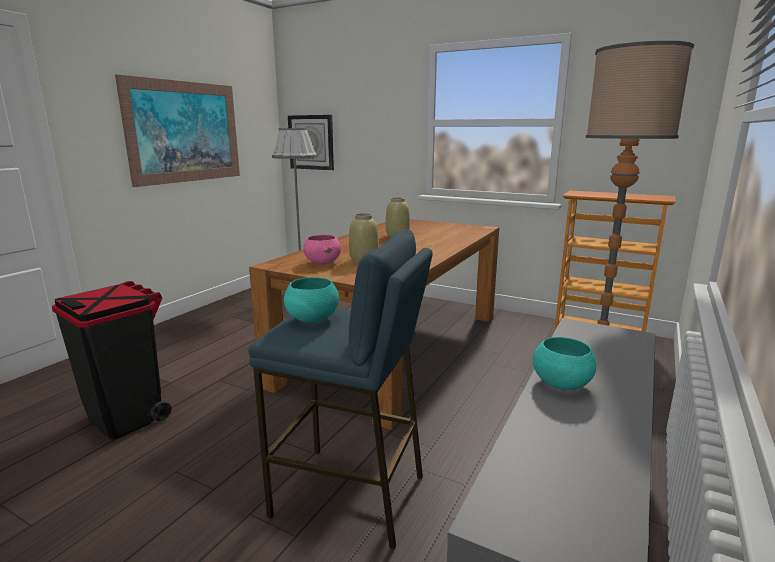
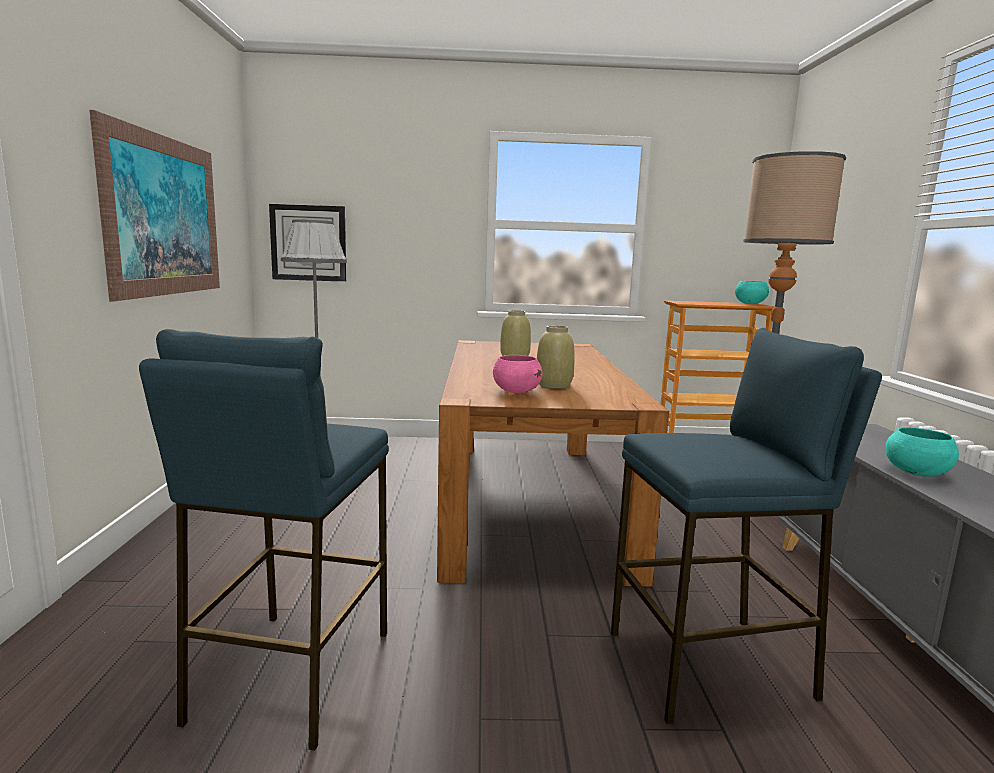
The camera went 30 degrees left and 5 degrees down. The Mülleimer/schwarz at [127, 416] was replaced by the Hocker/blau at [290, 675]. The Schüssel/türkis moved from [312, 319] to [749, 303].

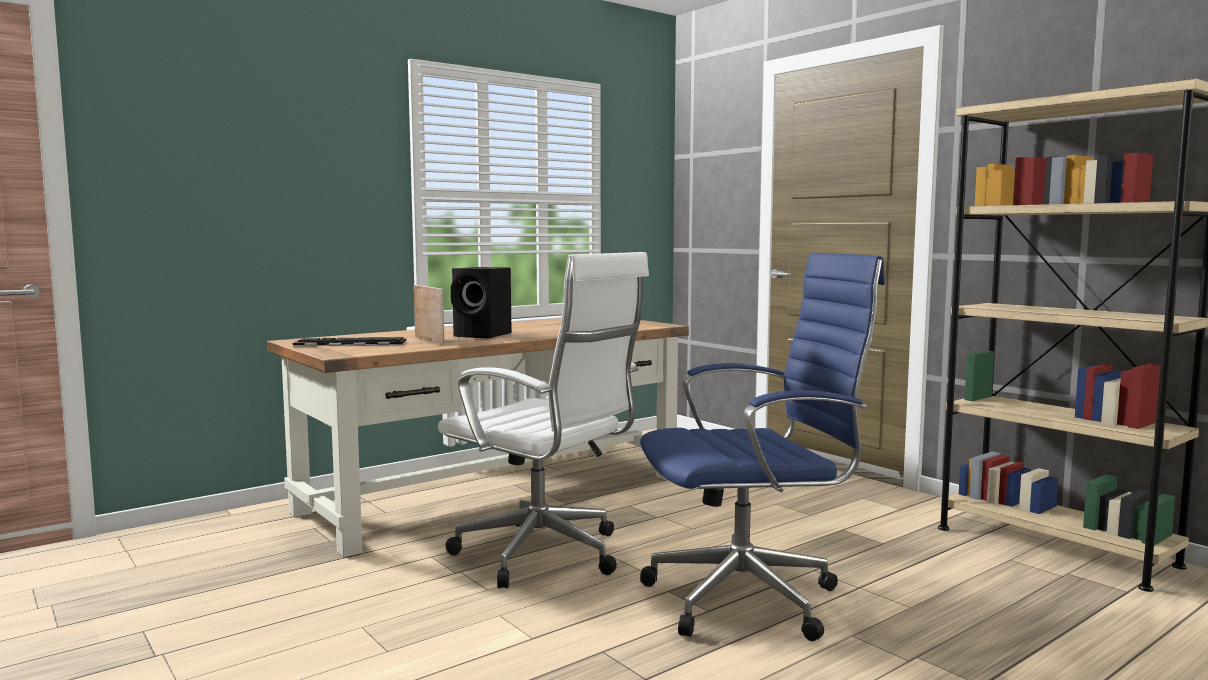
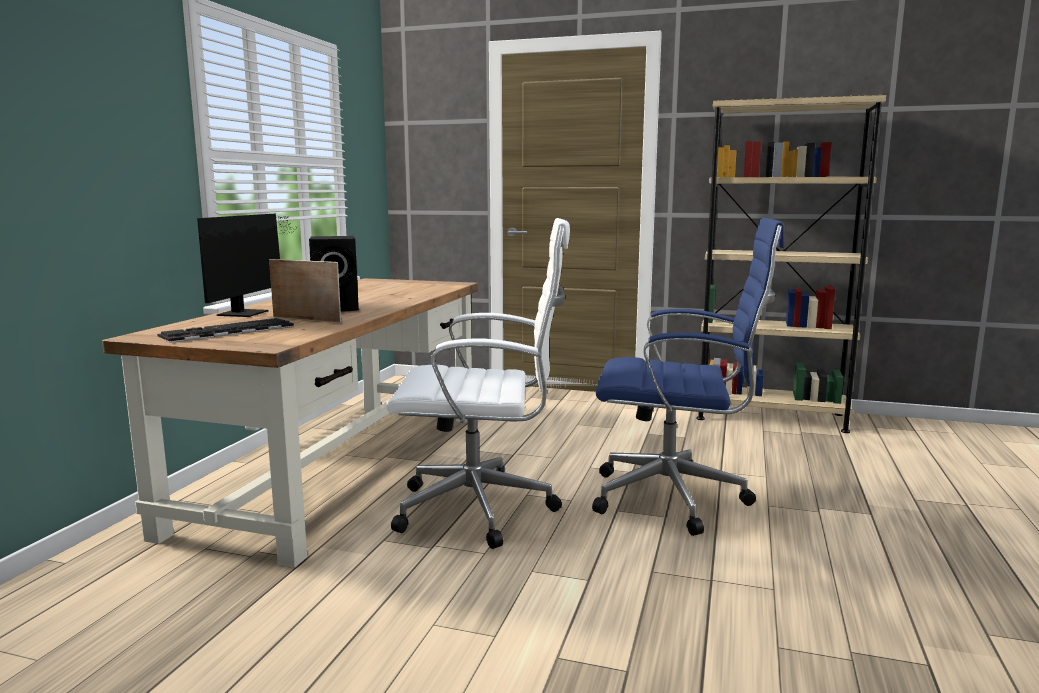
The camera went 35 degrees left and 5 degrees up. The Monitor at [248, 312] appeared. The Bürostuhl/blau at [751, 598] turned 60 degrees clockwise.

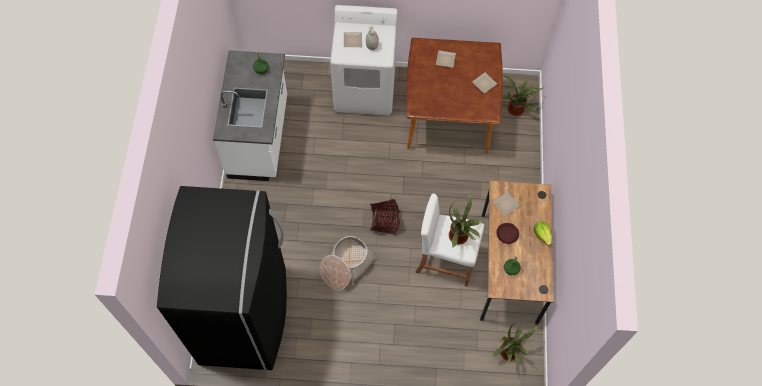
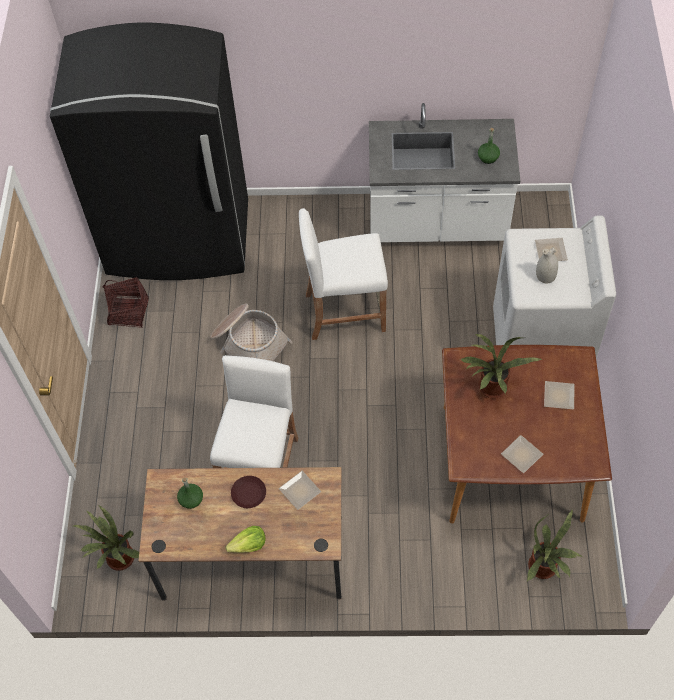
The camera went 90 degrees right and 5 degrees down. The Korb moved from [384, 222] to [128, 312]. The Hocker/weiß at [345, 312] appeared. The Topfpflanze moved from [460, 236] to [492, 389].

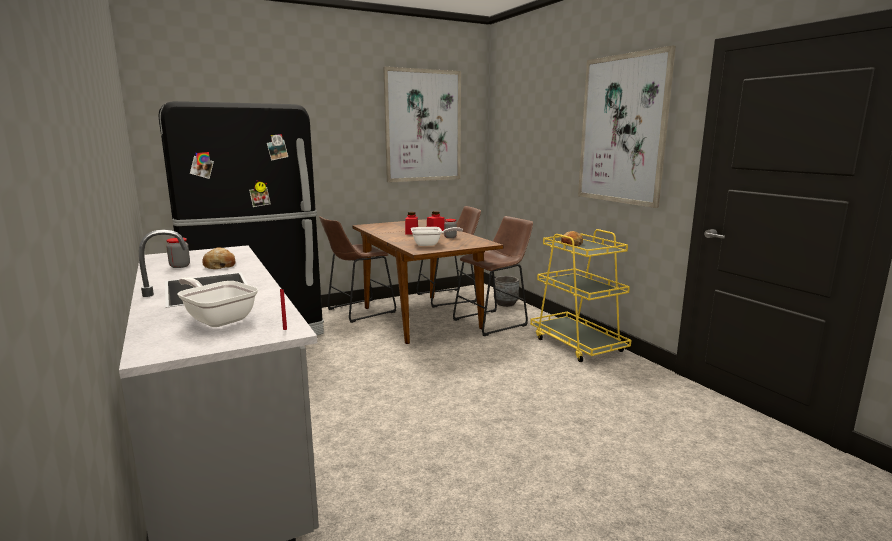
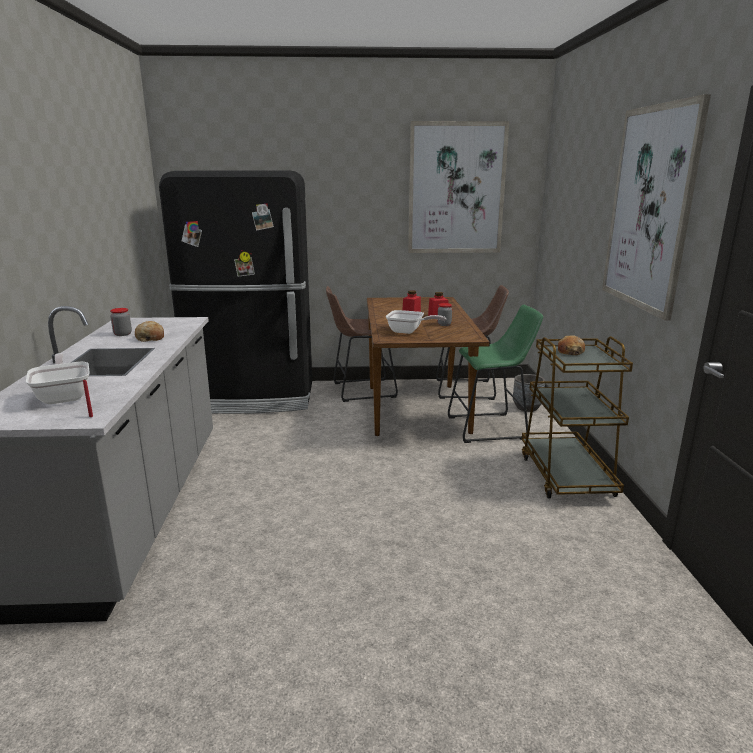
The camera went 25 degrees right and 5 degrees up. The Hocker/braun at [493, 322] became the Hocker/grün at [491, 428]. The Rollwagen/gelb at [577, 344] became the Rollwagen/braun at [566, 475].

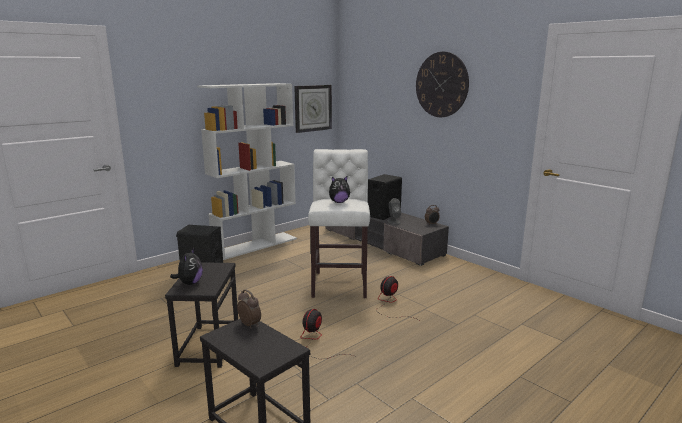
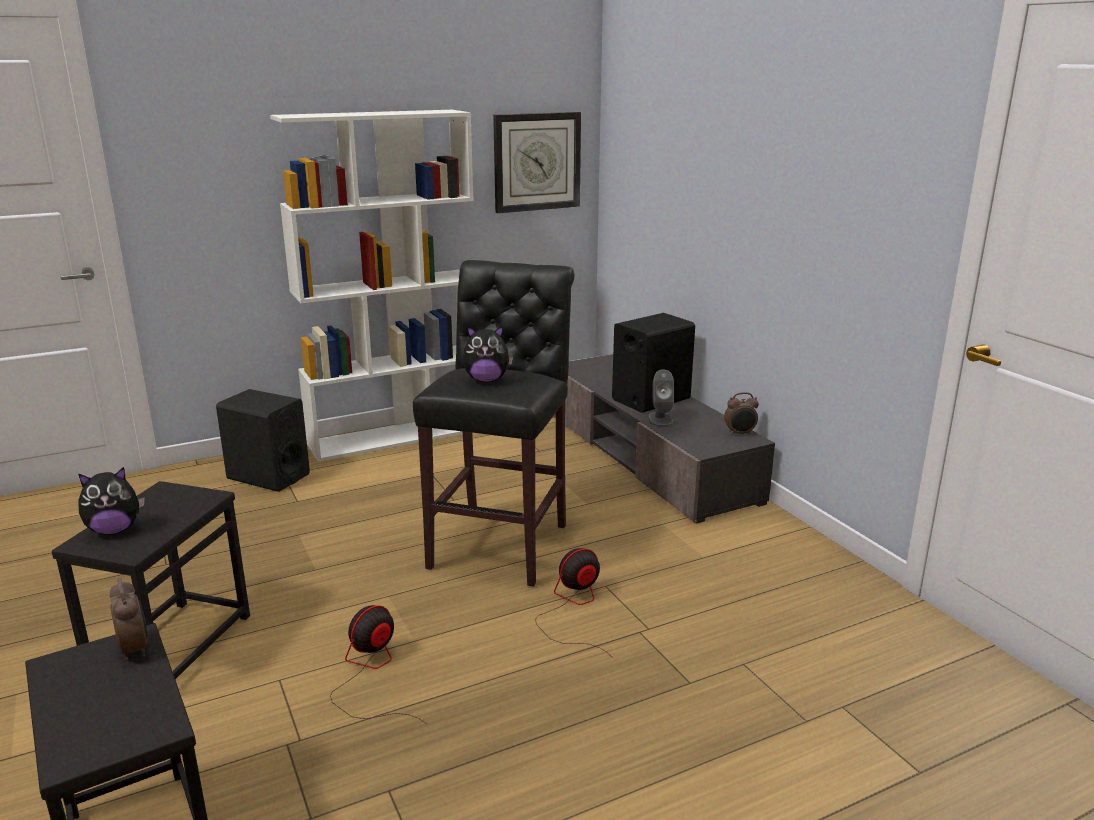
The camera went 15 degrees right and 5 degrees up. The Plüschtier at [190, 283] turned 45 degrees clockwise. The Hocker/weiß at [340, 283] became the Hocker/schwarz at [503, 542]. The Wanduhr at [441, 85] disappeared.

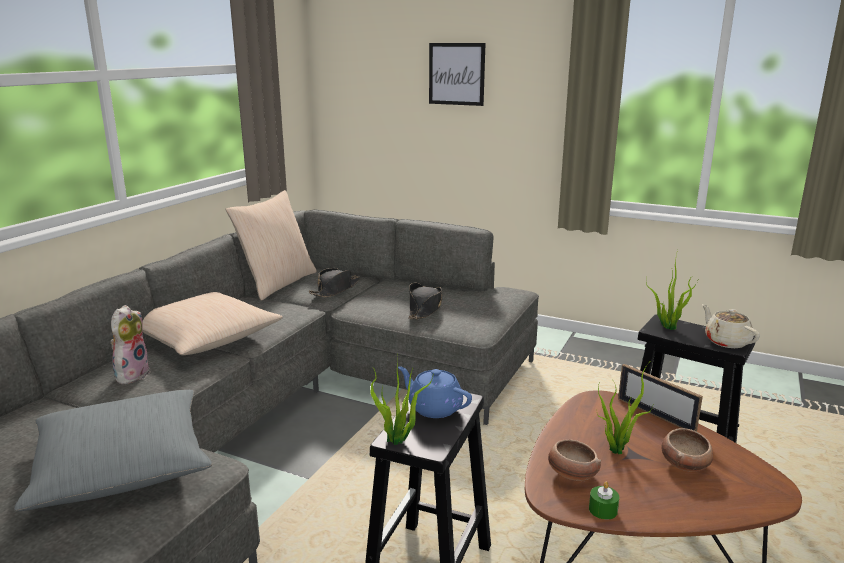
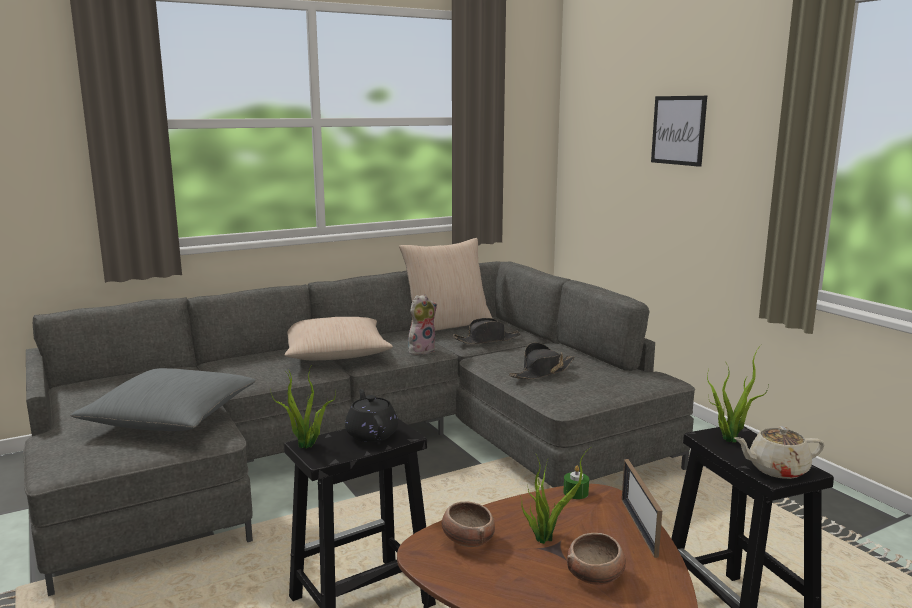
The camera went 35 degrees right and 5 degrees down. The Teekanne/blau at [434, 408] became the Teekanne/schwarz at [371, 434]. The Plüschtier moved from [132, 374] to [421, 350]. The Kerze/grün moved from [603, 510] to [575, 492]. The Teekanne/beige at [726, 341] turned 105 degrees counterclockwise.

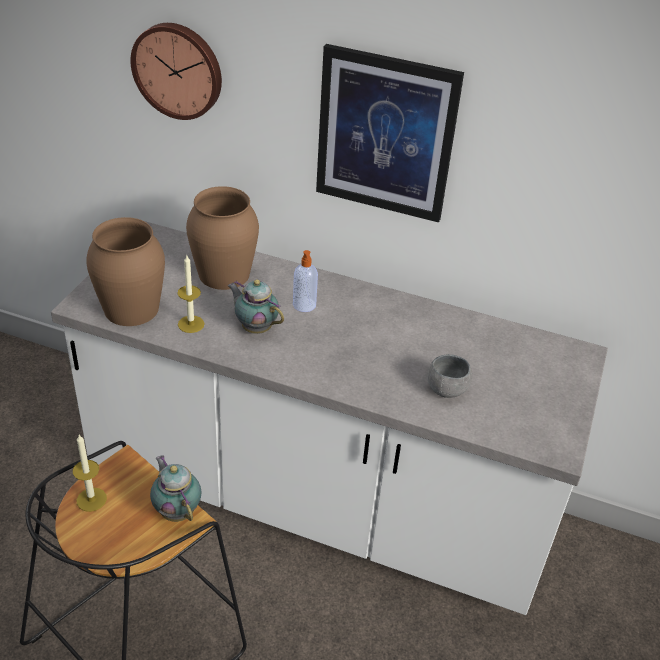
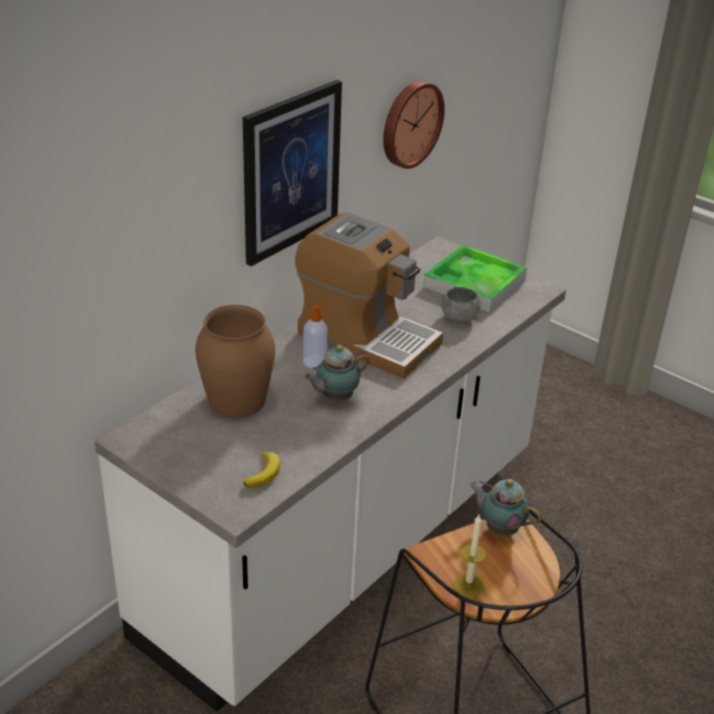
The camera went 70 degrees left and 5 degrees down. The Vase/braun at [132, 309] was replaced by the Banane at [264, 473]. The Kaffeemaschine at [366, 337] appeared. The Wanduhr moved from [178, 70] to [410, 123]. The Tablett at [474, 283] appeared. The Teekanne at [177, 510] turned 45 degrees clockwise. The Kerze at [191, 324] disappeared.

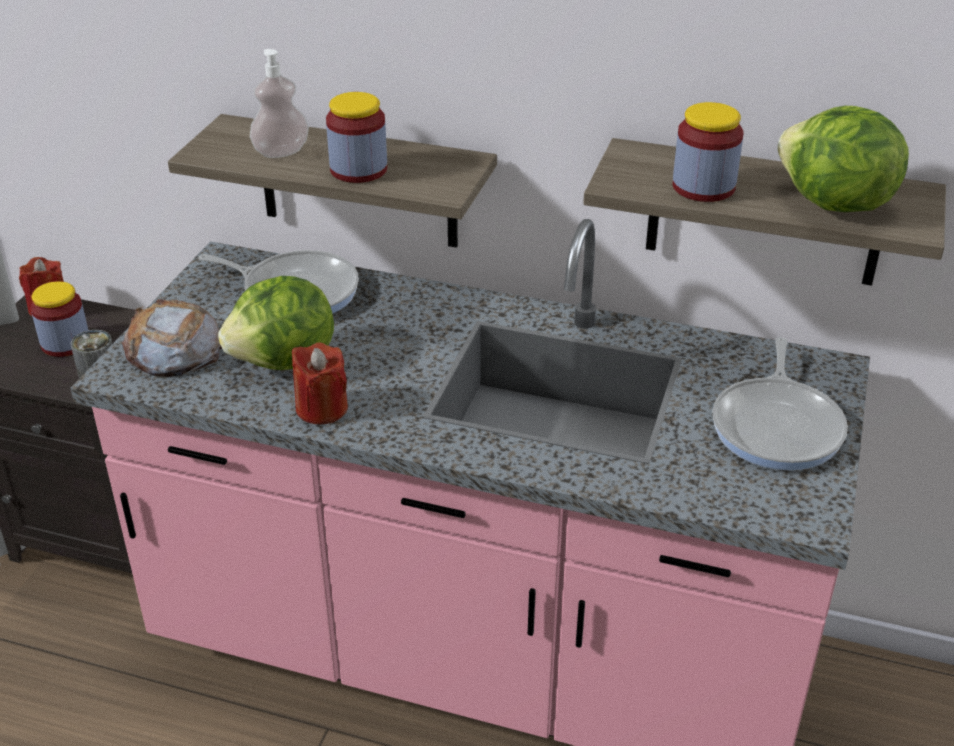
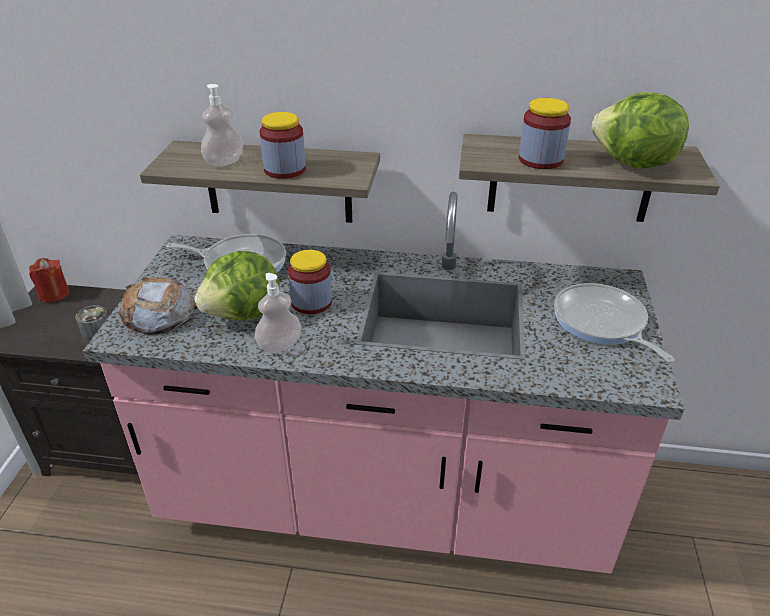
The camera went 10 degrees left and 0 degrees up. The Kerze/rot at [321, 408] was replaced by the Seifenspender at [279, 345]. The Vorratsglas moved from [65, 343] to [311, 302]. The Pfanne at [778, 426] turned 150 degrees clockwise.

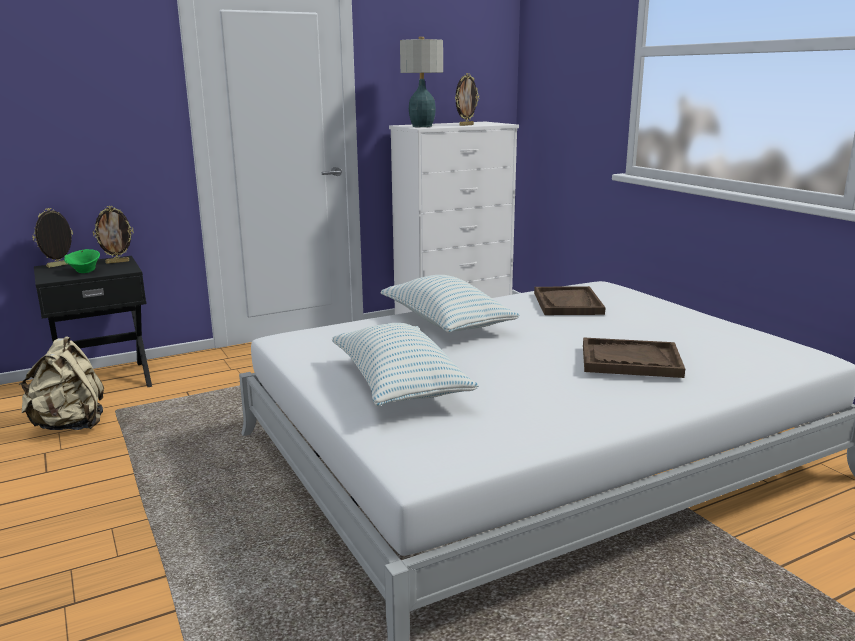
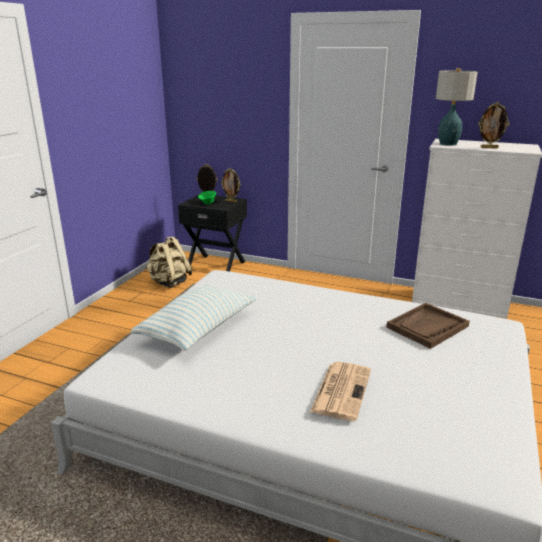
The camera went 50 degrees right and 5 degrees up. The Tablett/braun at [630, 361] was replaced by the Zeitung at [341, 390]. The Kissen at [446, 323] disappeared.

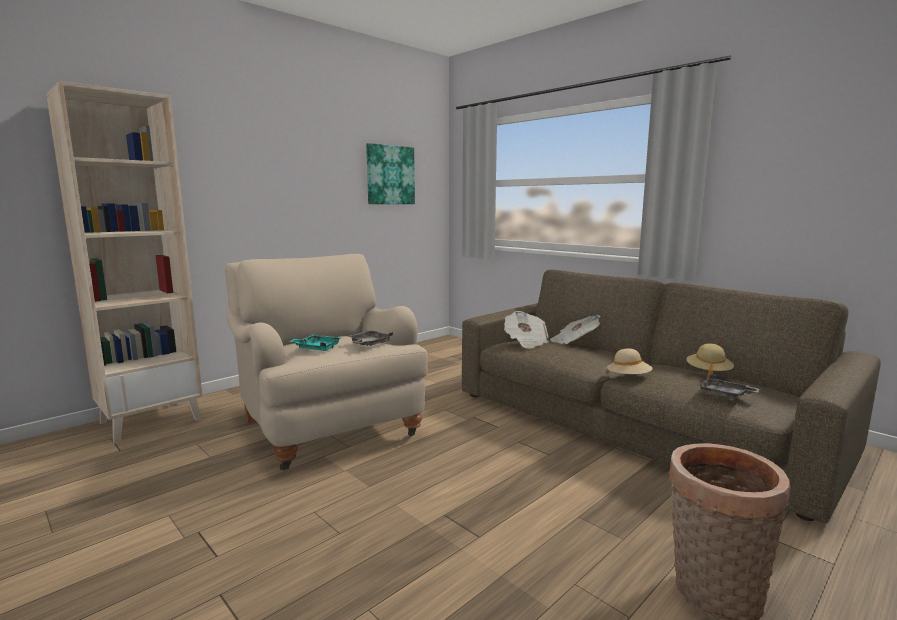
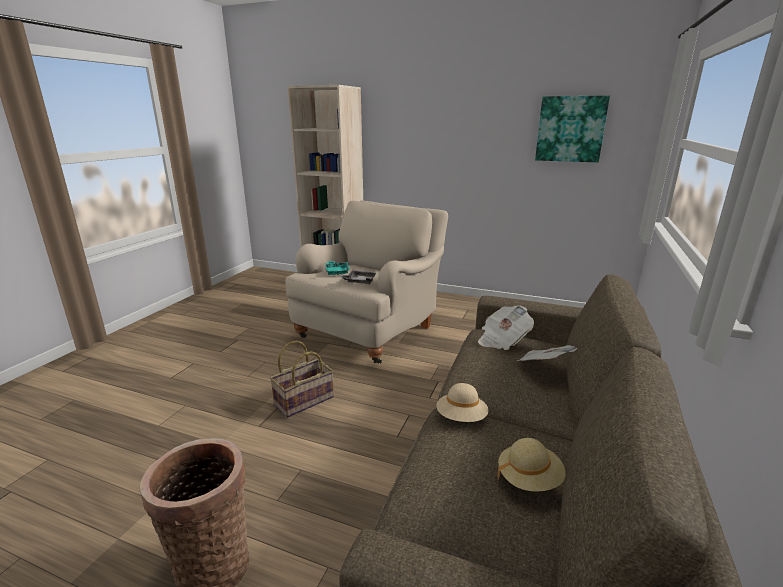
The camera went 65 degrees right and 10 degrees up. The Korb at [304, 400] appeared. The Tablett/grau at [725, 395] disappeared.

